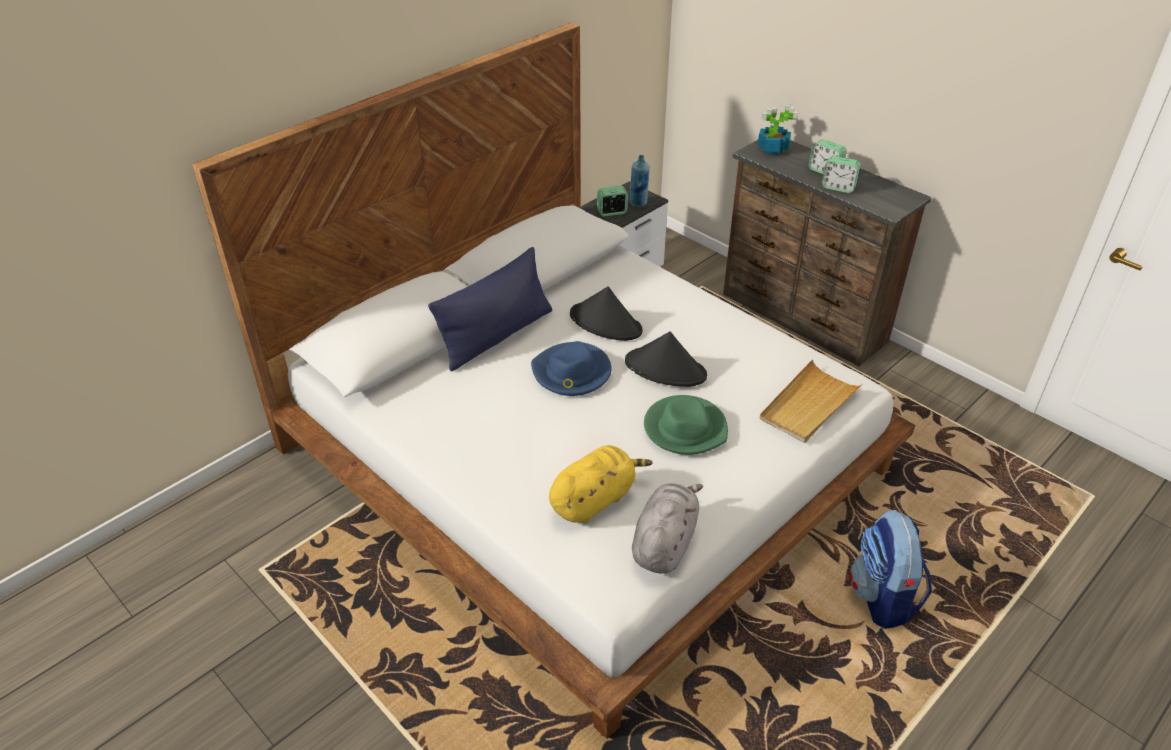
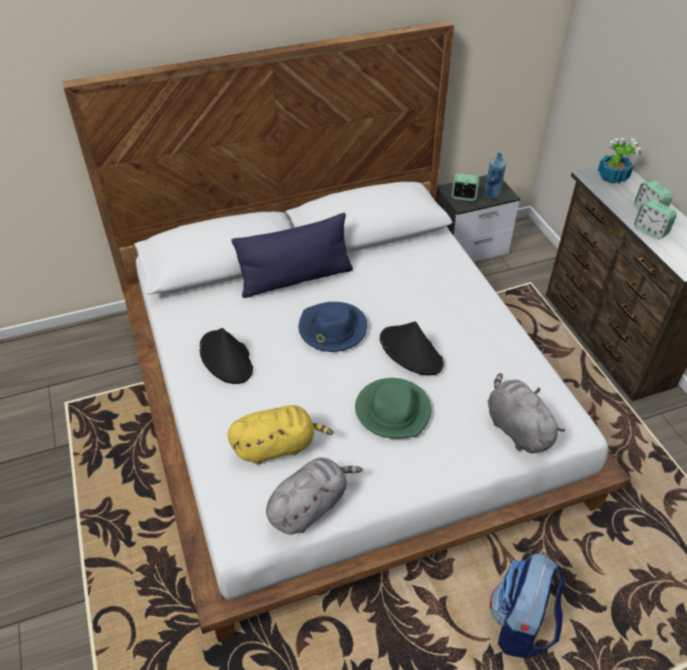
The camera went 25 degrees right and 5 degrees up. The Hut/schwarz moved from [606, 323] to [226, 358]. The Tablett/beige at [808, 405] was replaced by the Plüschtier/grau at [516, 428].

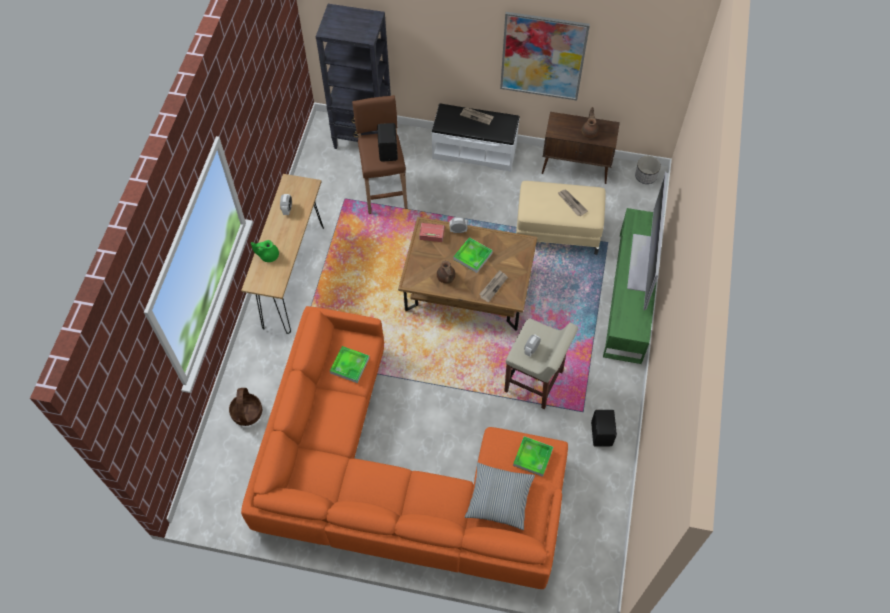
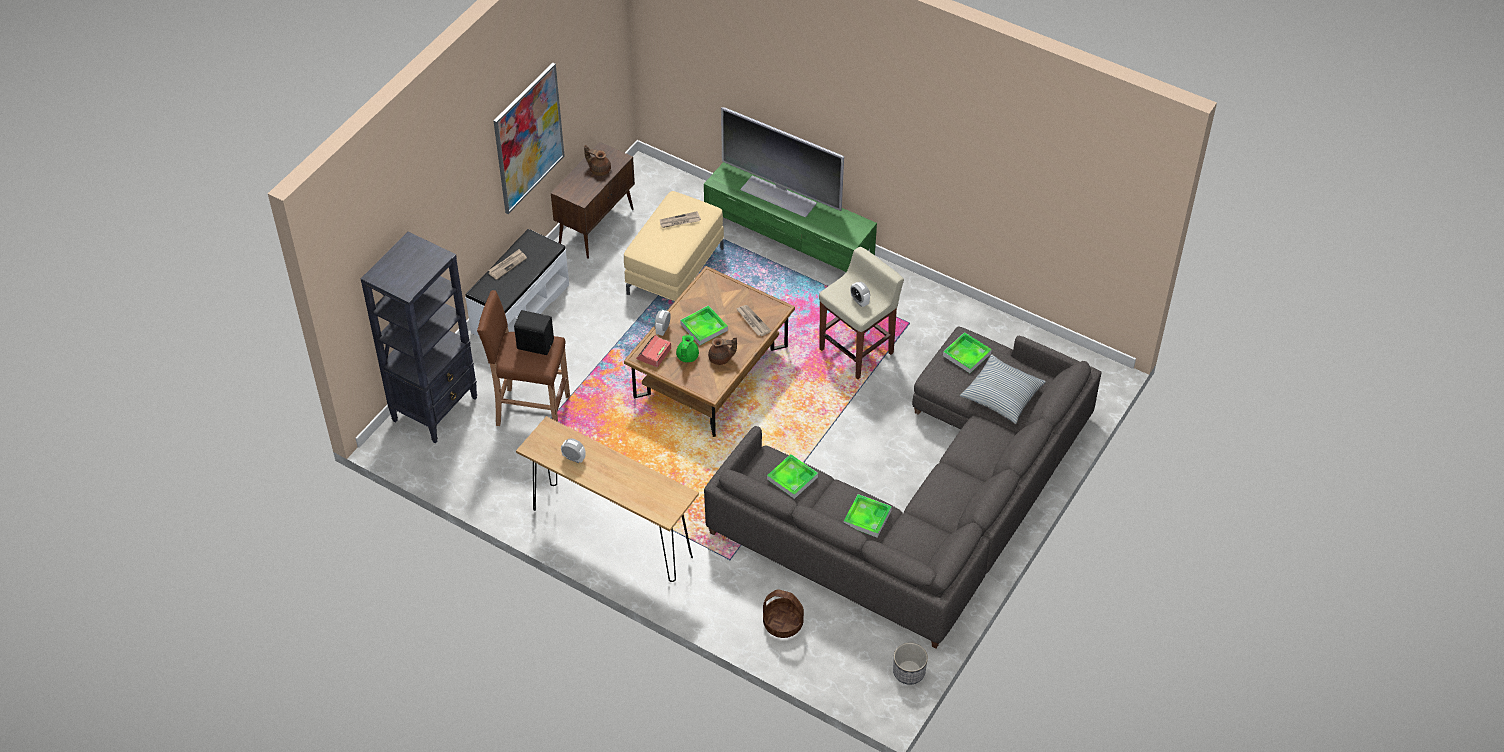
The camera went 70 degrees left and 10 degrees down. The Teekanne/grün moved from [268, 255] to [686, 357]. The Sofa/orange at [396, 479] became the Sofa/grau at [923, 503]. The Tablett at [867, 517] appeared. The Pflanzkübel moved from [645, 176] to [909, 672]. The Lautsprecher/schwarz at [602, 433] disappeared.

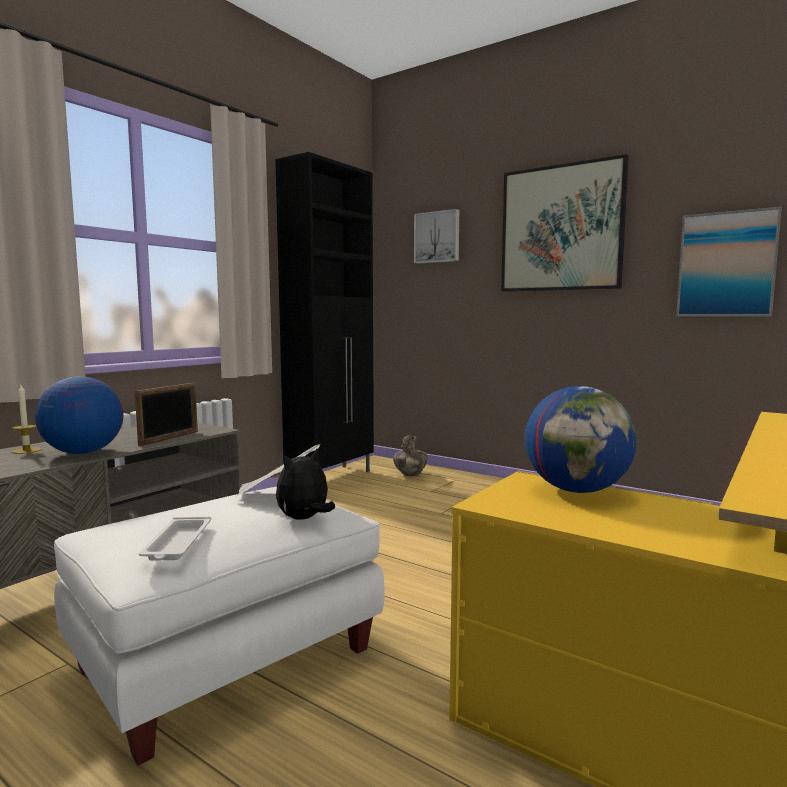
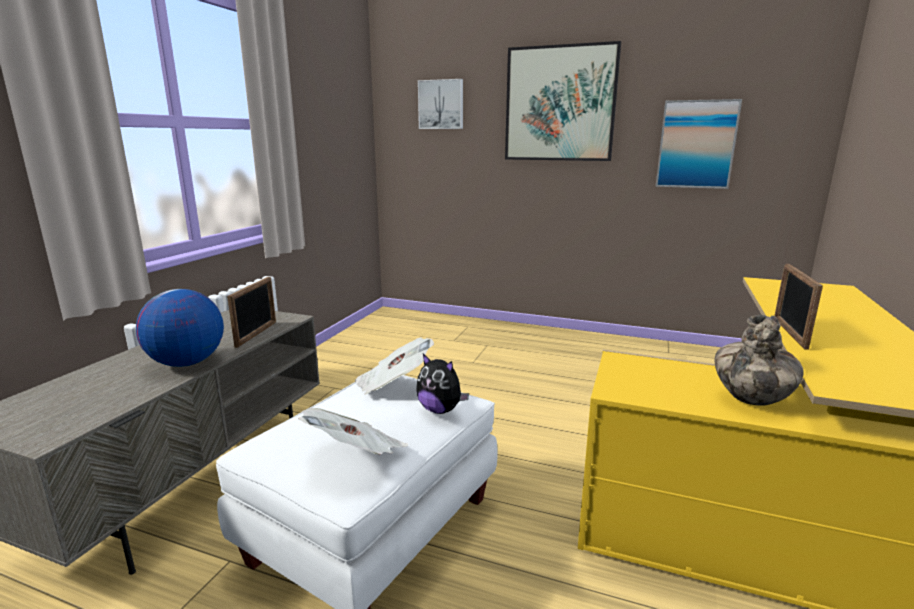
The camera went 15 degrees left and 10 degrees up. The Tablett/weiß at [177, 544] was replaced by the Zeitung at [357, 455]. The Plüschtier at [304, 519] turned 90 degrees counterclockwise. The Vase moved from [410, 474] to [751, 399]. The Bilderrahmen at [789, 333] appeared. The Kerze at [26, 450] disappeared. The Schrank/schwarz at [332, 477] disappeared. The Globus at [577, 490] disappeared.

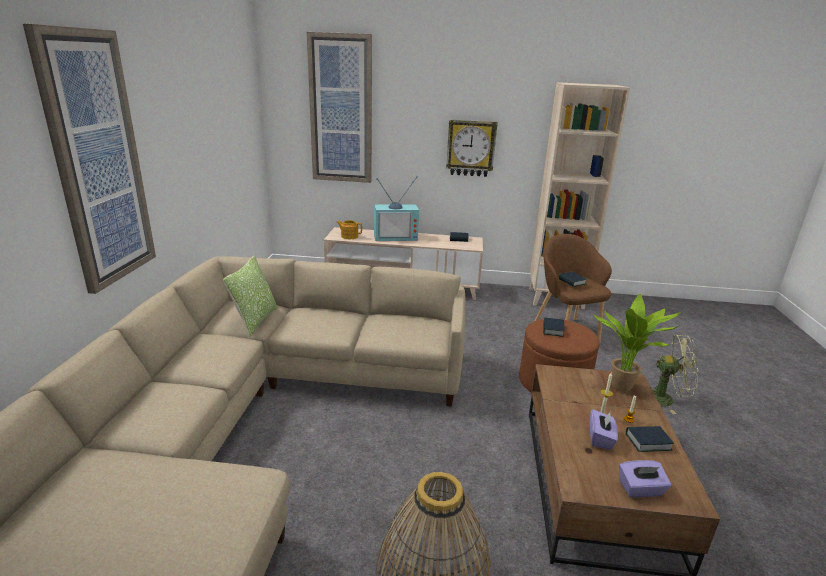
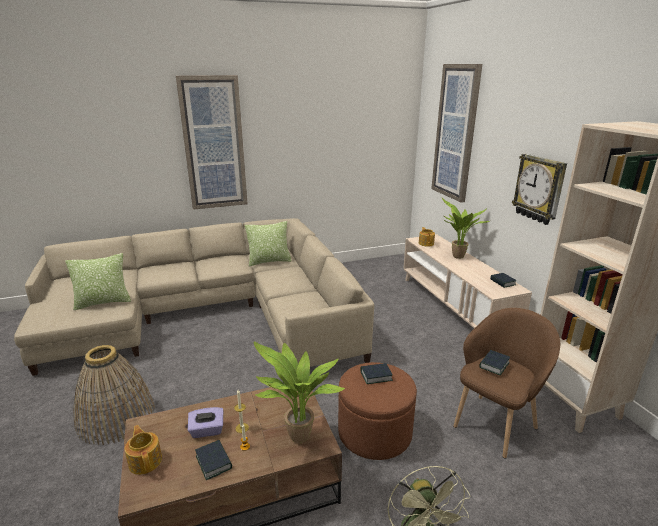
The camera went 65 degrees right and 0 degrees up. The Kissen at [103, 302] appeared. The Taschentuchbox/lila at [641, 489] was replaced by the Teekanne at [145, 460]. The Fernseher at [396, 236] was replaced by the Topfpflanze at [457, 257].

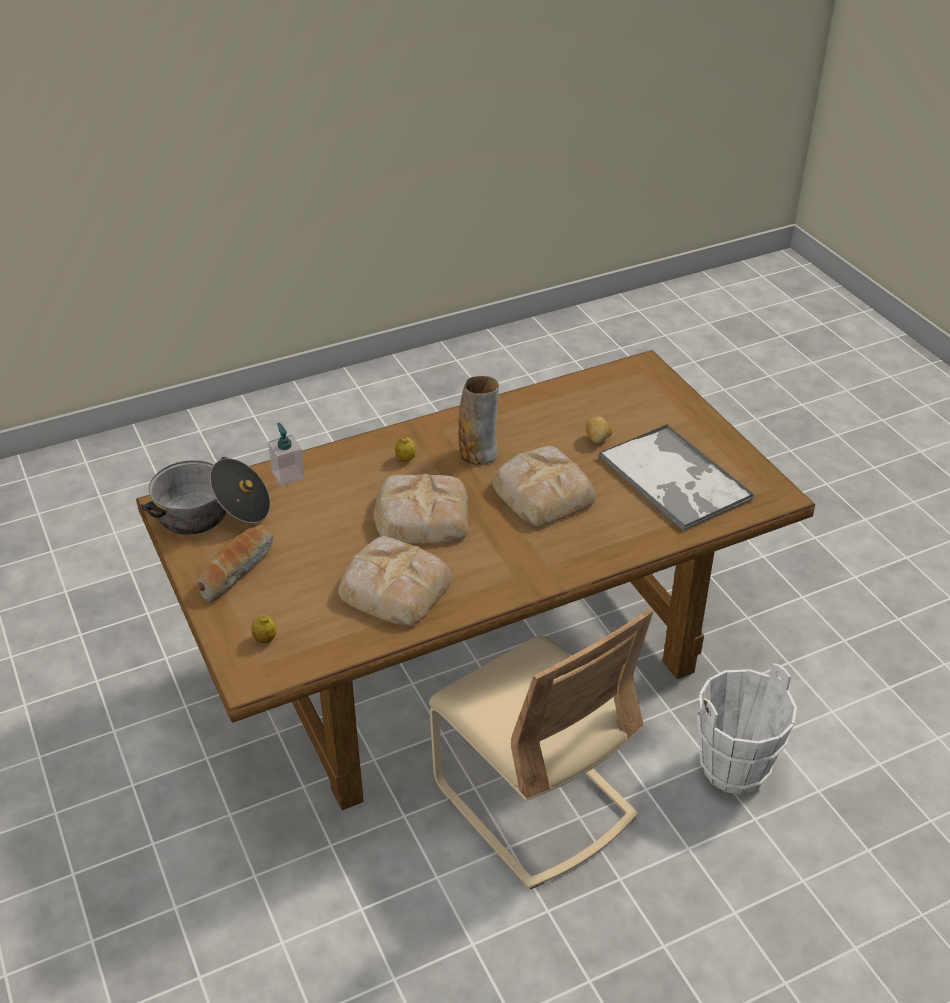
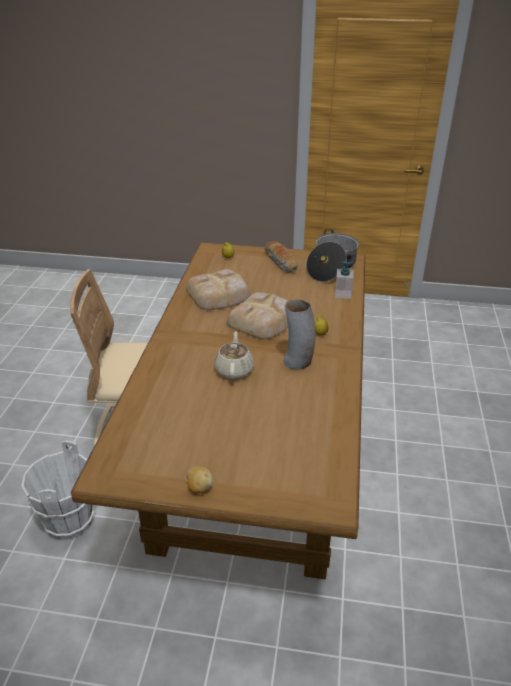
The camera went 125 degrees right and 5 degrees down. The Kartoffel moved from [597, 439] to [199, 487]. The Brot at [543, 491] was replaced by the Teekanne/beige at [234, 369]. The Tablett at [675, 479] disappeared.

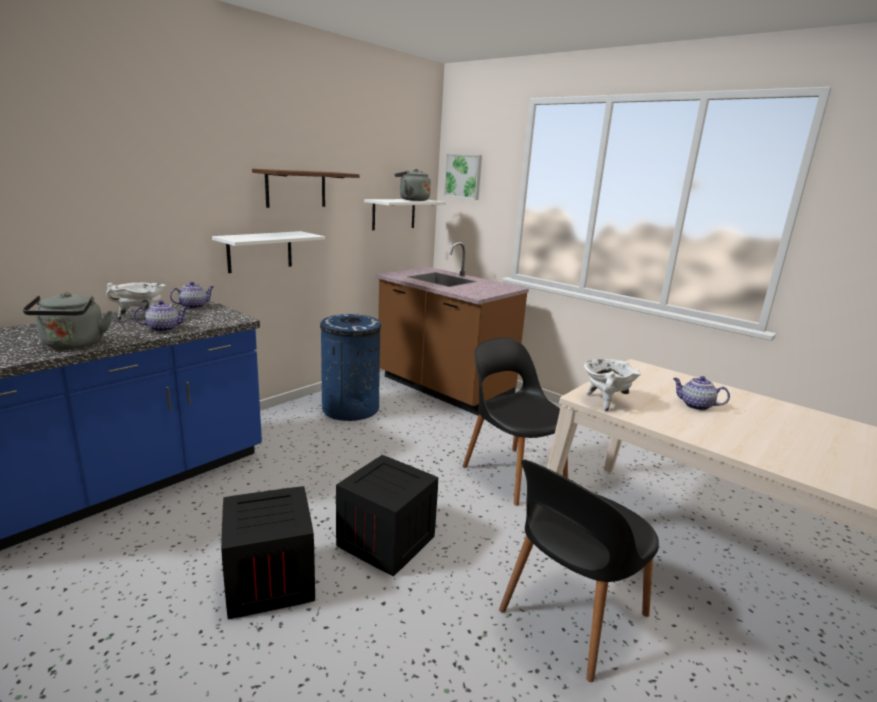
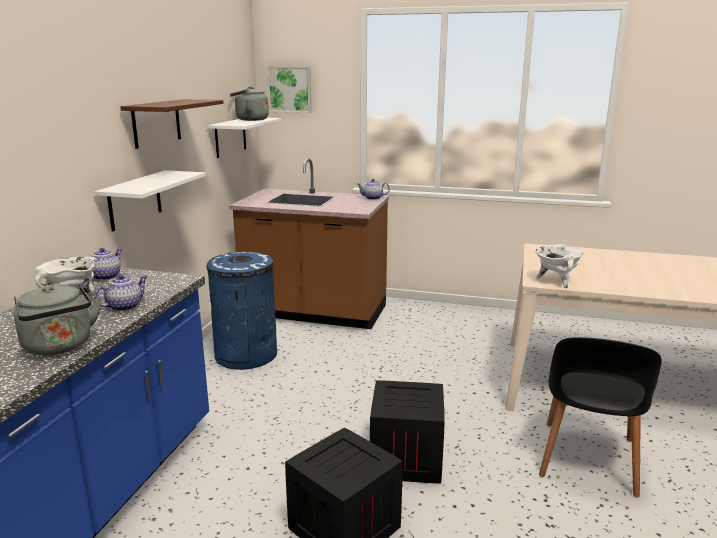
The camera went 25 degrees left and 0 degrees up. The Teekanne moved from [695, 405] to [372, 198]. The Stuhl/schwarz at [512, 473] disappeared.

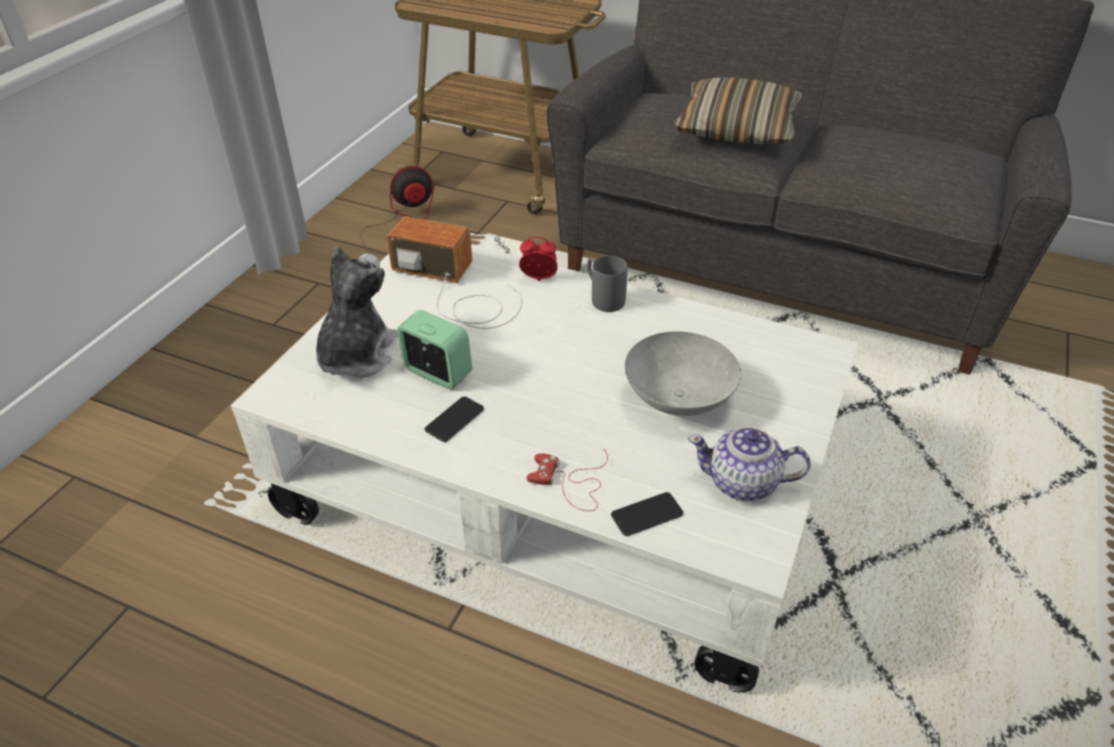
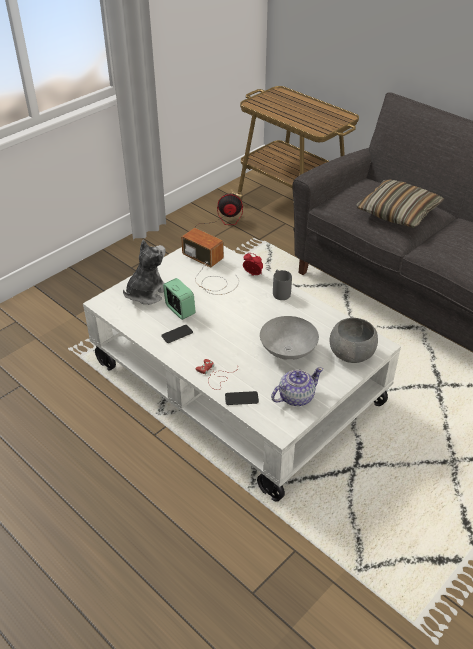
The camera went 20 degrees right and 0 degrees up. The Teekanne at [743, 483] turned 120 degrees clockwise. The Schüssel/grau at [351, 354] appeared.

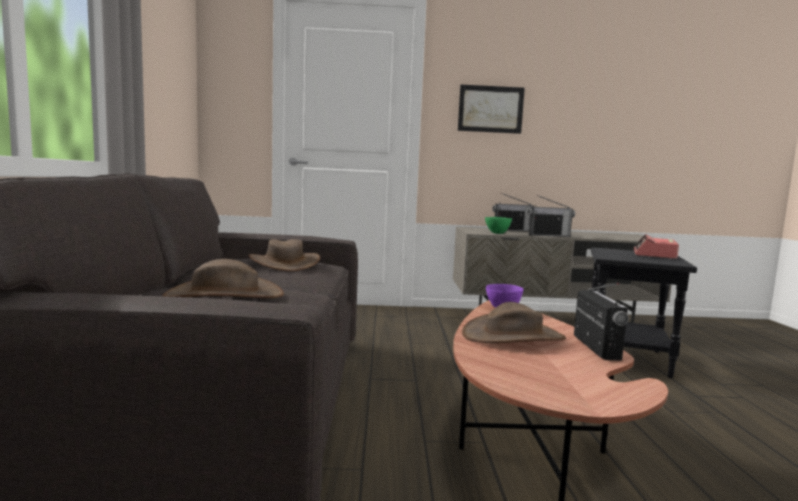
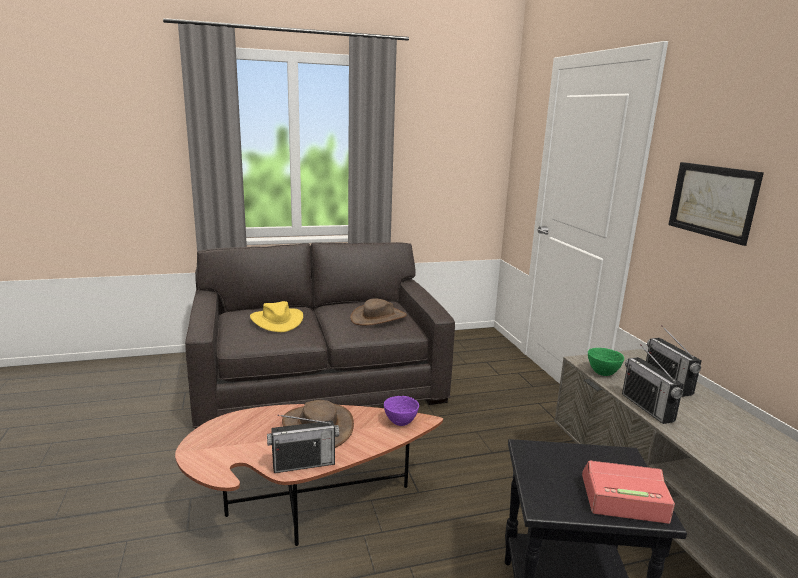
The camera went 75 degrees right and 10 degrees up. The Hut/braun at [224, 295] became the Hut/gelb at [276, 321].

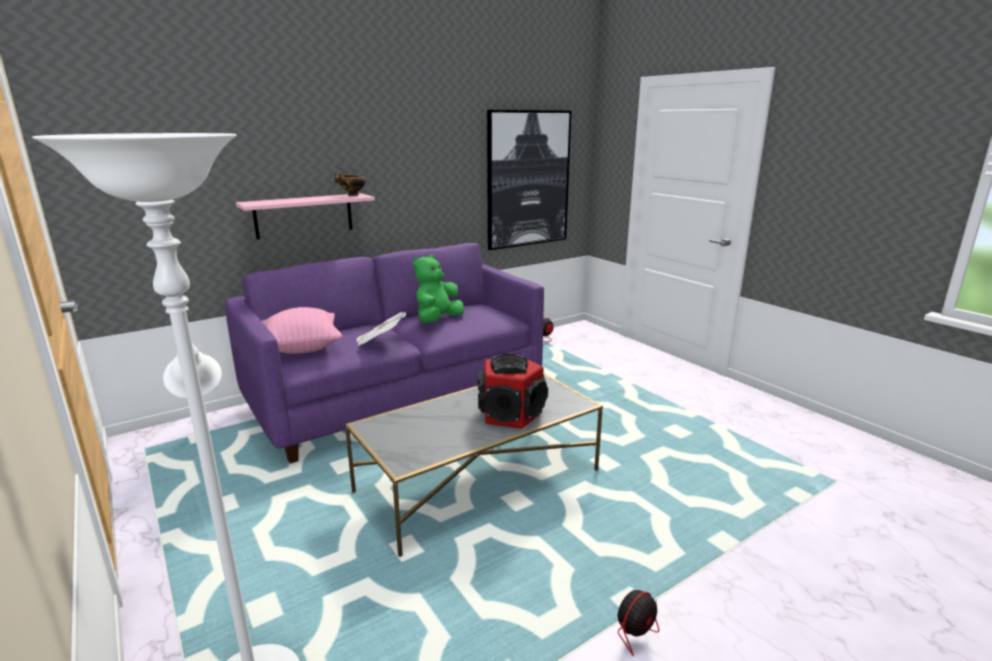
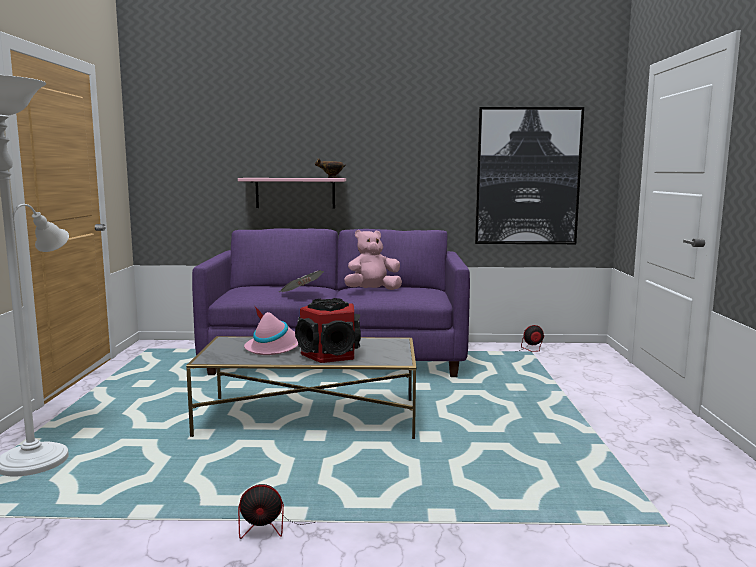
The camera went 35 degrees right and 10 degrees down. The Hut/rosa at [274, 347] appeared. The Plüschtier/grün at [437, 320] became the Plüschtier/rosa at [372, 290]. The Kissen/rosa at [302, 348] disappeared.

